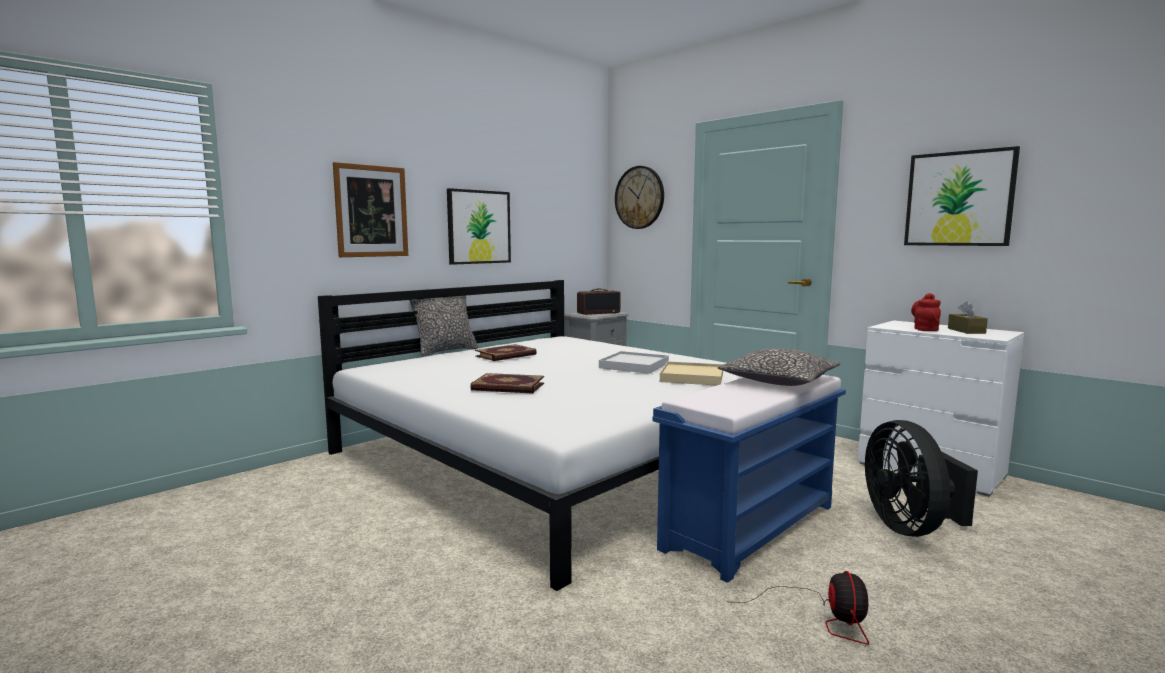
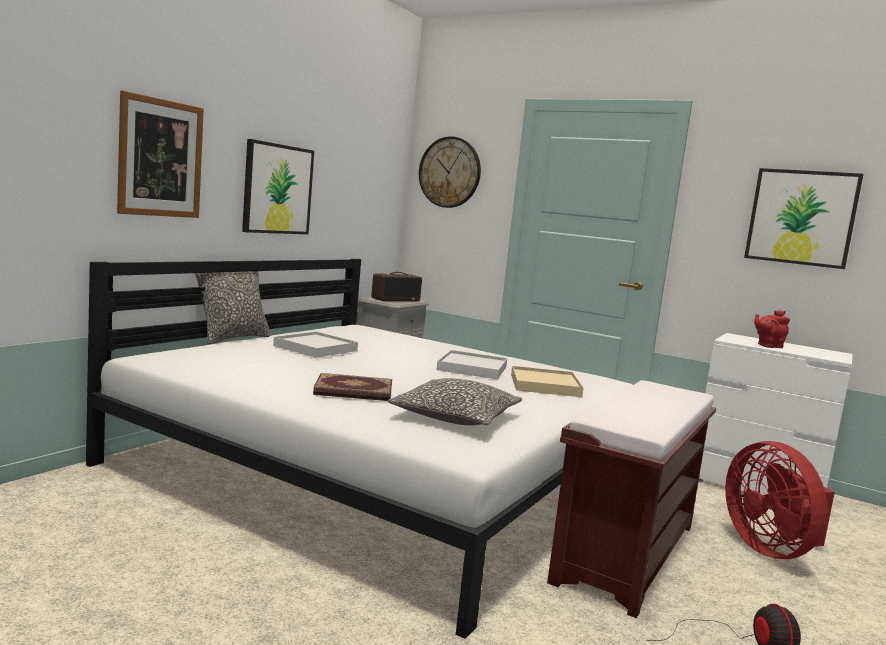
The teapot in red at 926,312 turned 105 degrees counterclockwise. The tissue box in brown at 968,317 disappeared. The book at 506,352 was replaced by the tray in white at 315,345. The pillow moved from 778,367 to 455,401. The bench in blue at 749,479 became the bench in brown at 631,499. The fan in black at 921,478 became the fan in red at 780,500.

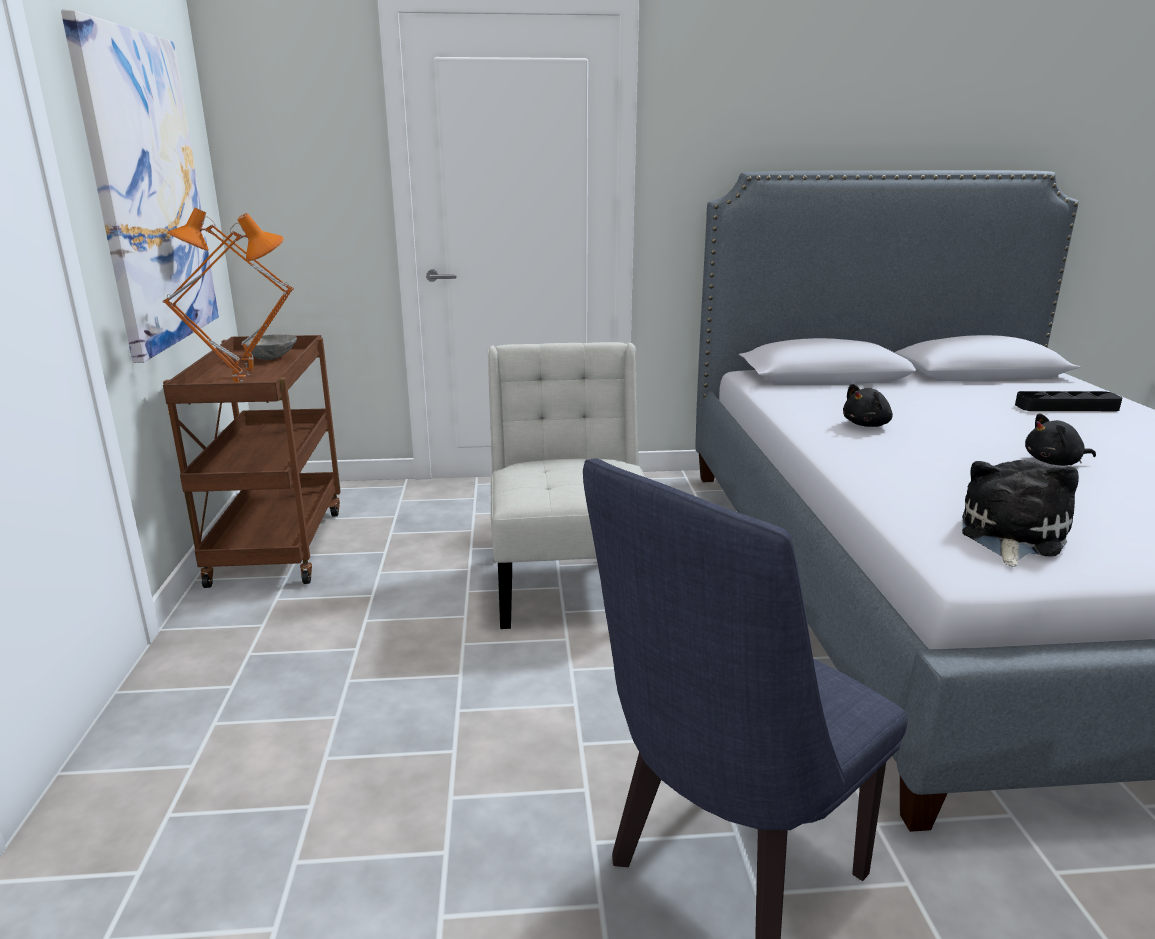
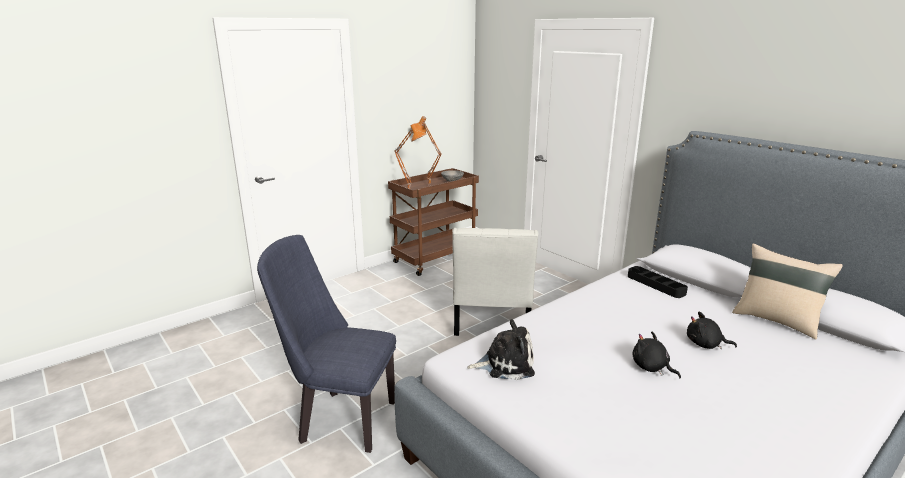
The picture at 140,186 disappeared. The chair in white at 566,485 turned 135 degrees clockwise. The plush toy in black moved from 868,405 to 712,330. The tray in black moved from 1068,401 to 658,282. The pillow in beige at 787,291 appeared.

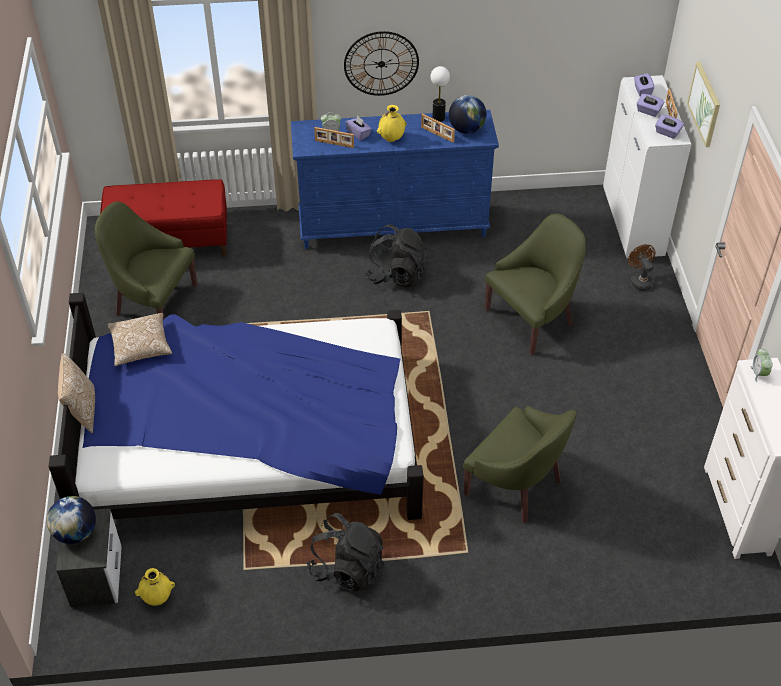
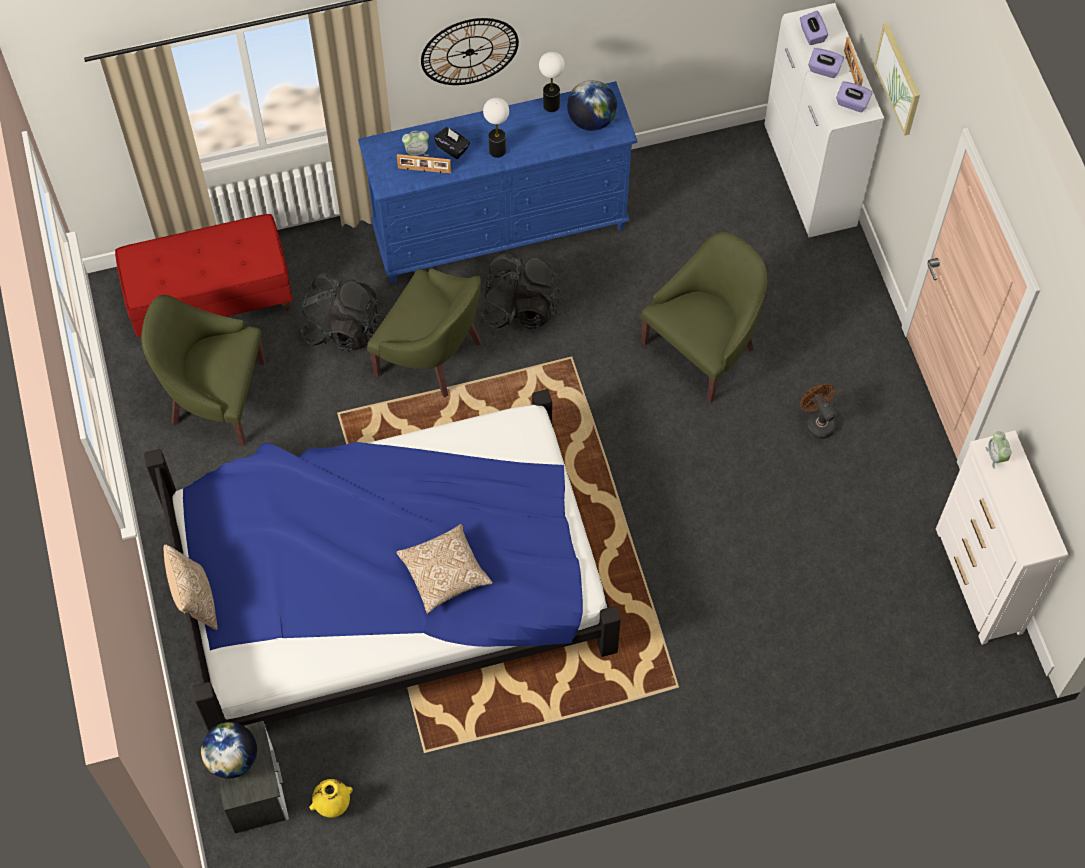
The vase in yellow at 392,123 was replaced by the table lamp at 496,127. The picture frame at 438,128 disappeared. The tissue box in purple at 358,128 became the tissue box in black at 452,143. The fan in brown moved from 641,267 to 818,411. The pillow moved from 139,339 to 444,569. The armchair in green moved from 519,464 to 424,333. The backpack in black moved from 345,552 to 340,312.

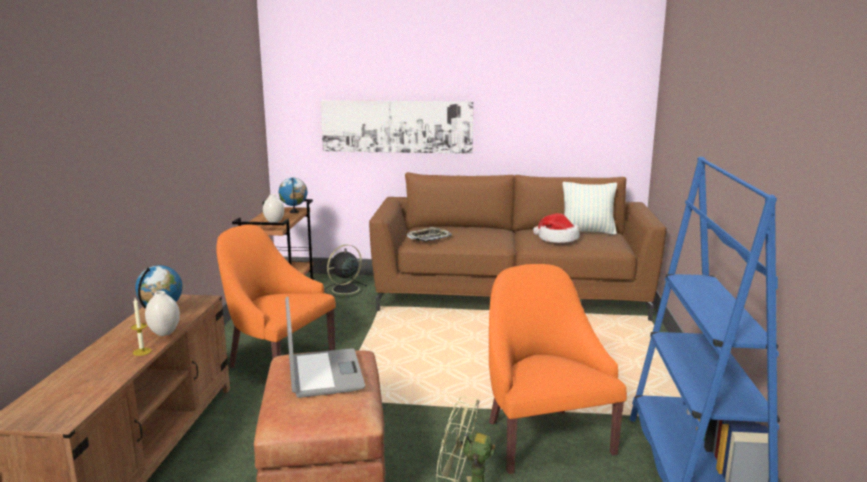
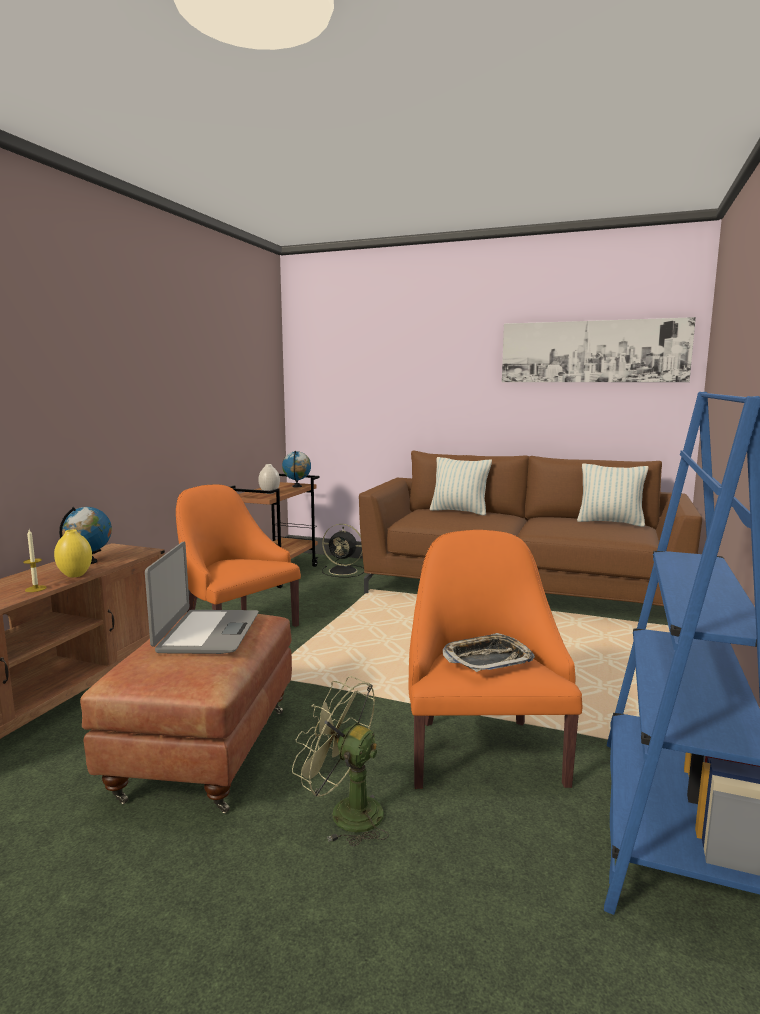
The picture moved from 397,127 to 599,349. The hat at 556,228 disappeared. The tray moved from 429,234 to 489,652. The fan in black at 346,271 turned 135 degrees counterclockwise. The vase in white at 162,313 became the vase in yellow at 73,553. The pillow at 461,486 appeared.

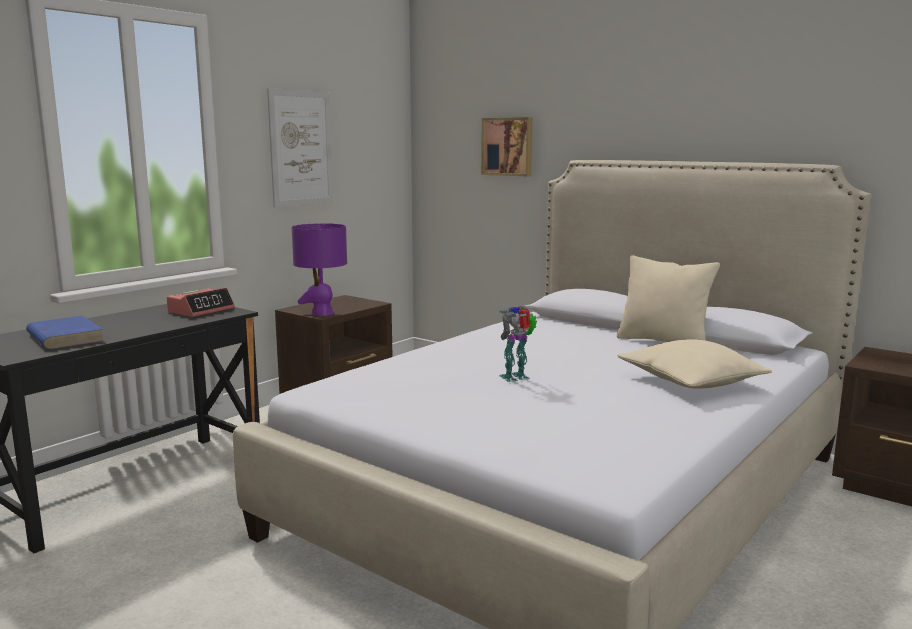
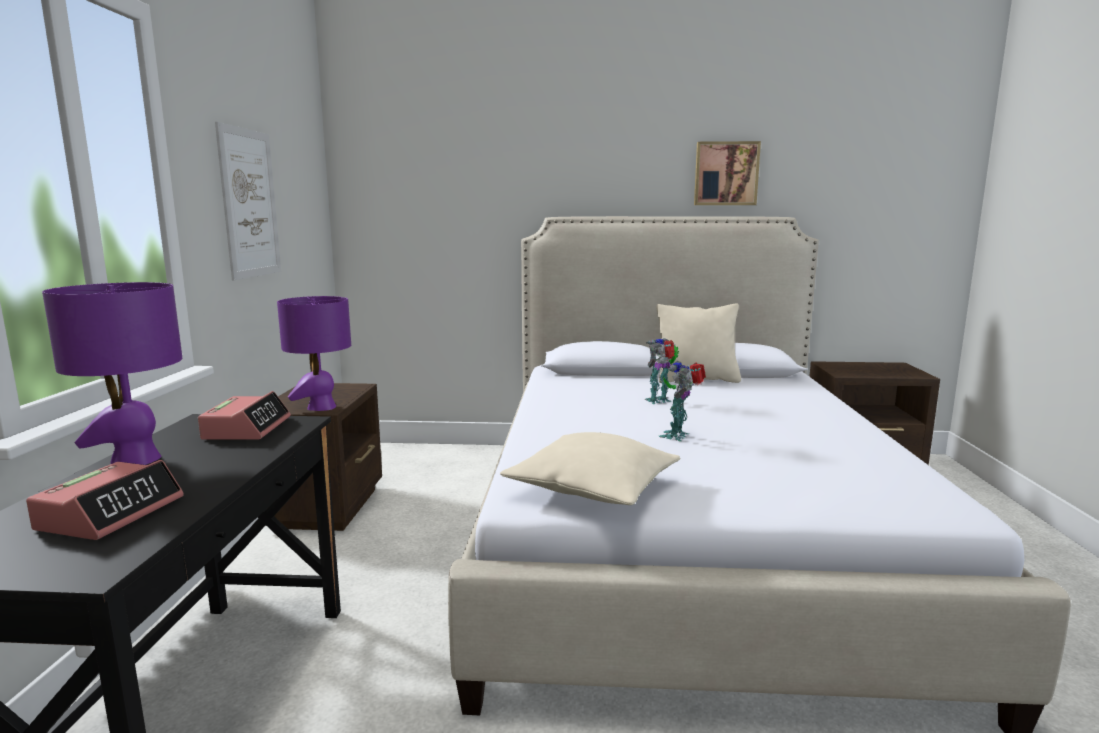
The picture moved from 507,146 to 727,173. The book in blue at 65,332 was replaced by the alarm clock at 105,500. The pillow in beige moved from 694,364 to 590,468. The table lamp in purple at 112,373 appeared. The toy robot at 662,371 appeared.

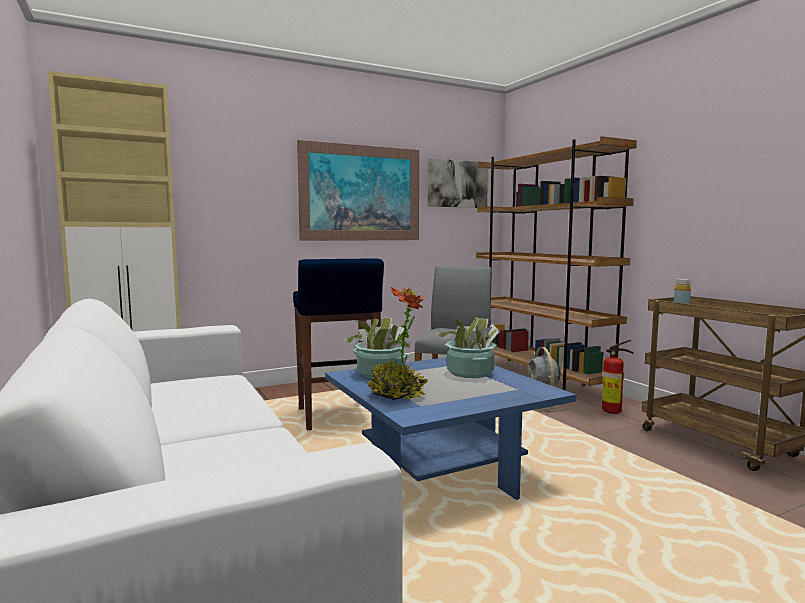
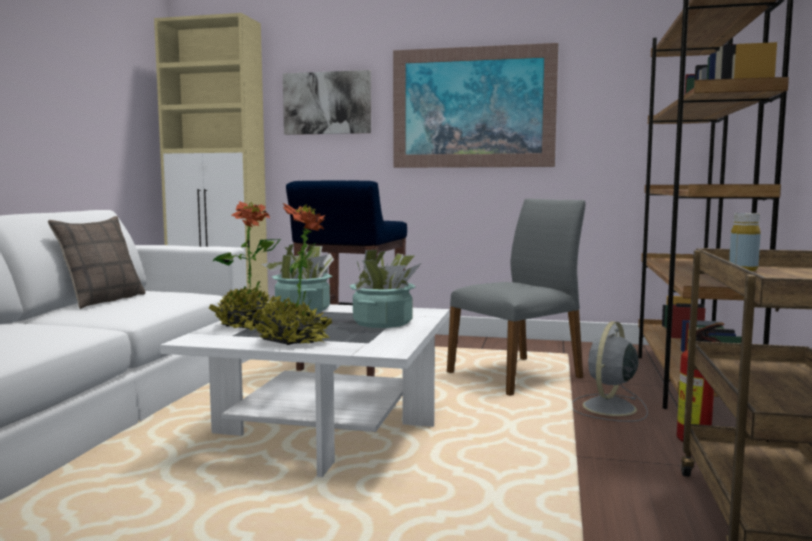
The picture moved from 458,183 to 327,102. The coffee table in blue at 450,428 became the coffee table in white at 305,389. The potted plant at 293,274 appeared. The pillow at 97,262 appeared.

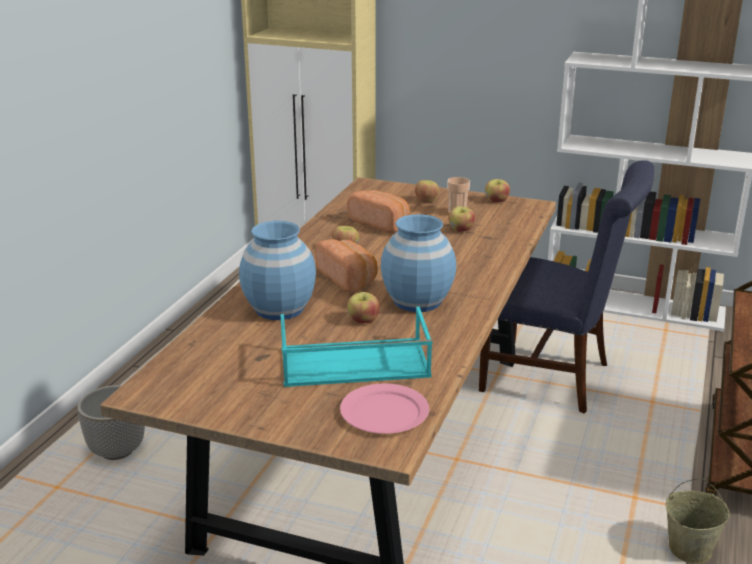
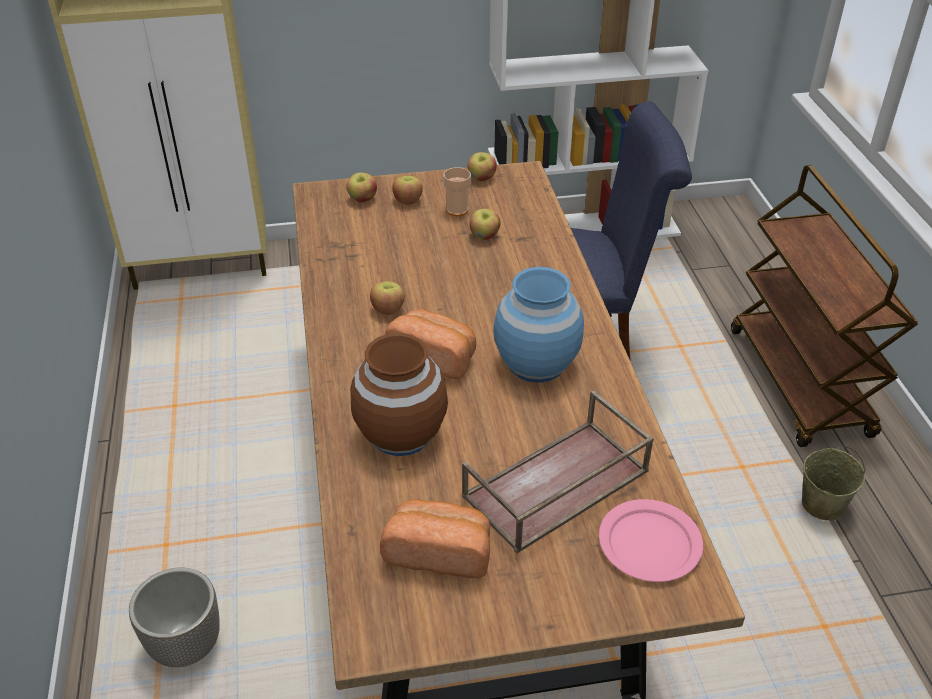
The bread moved from 378,211 to 435,538. The vase in blue at 277,270 became the vase in brown at 399,394. The apple moved from 363,307 to 361,187. The tray in turquoise at 356,347 became the tray in brown at 558,471.

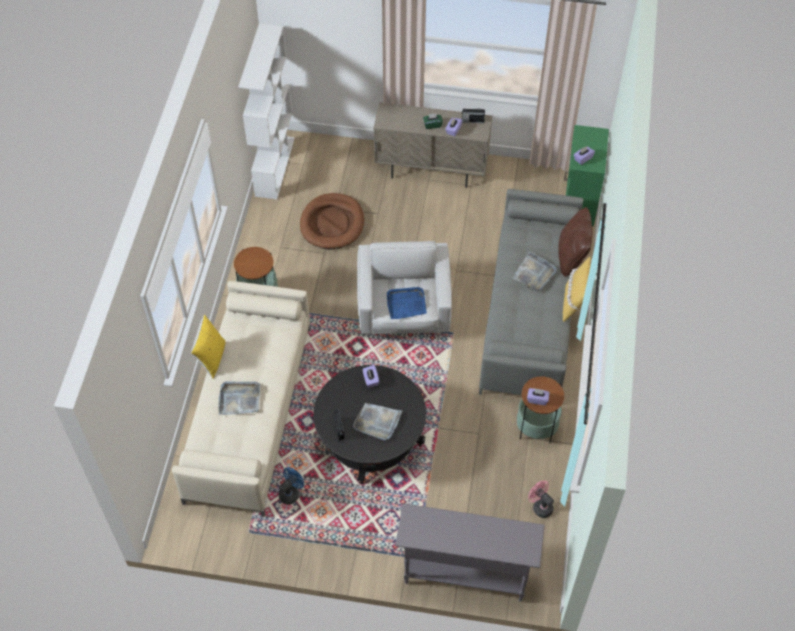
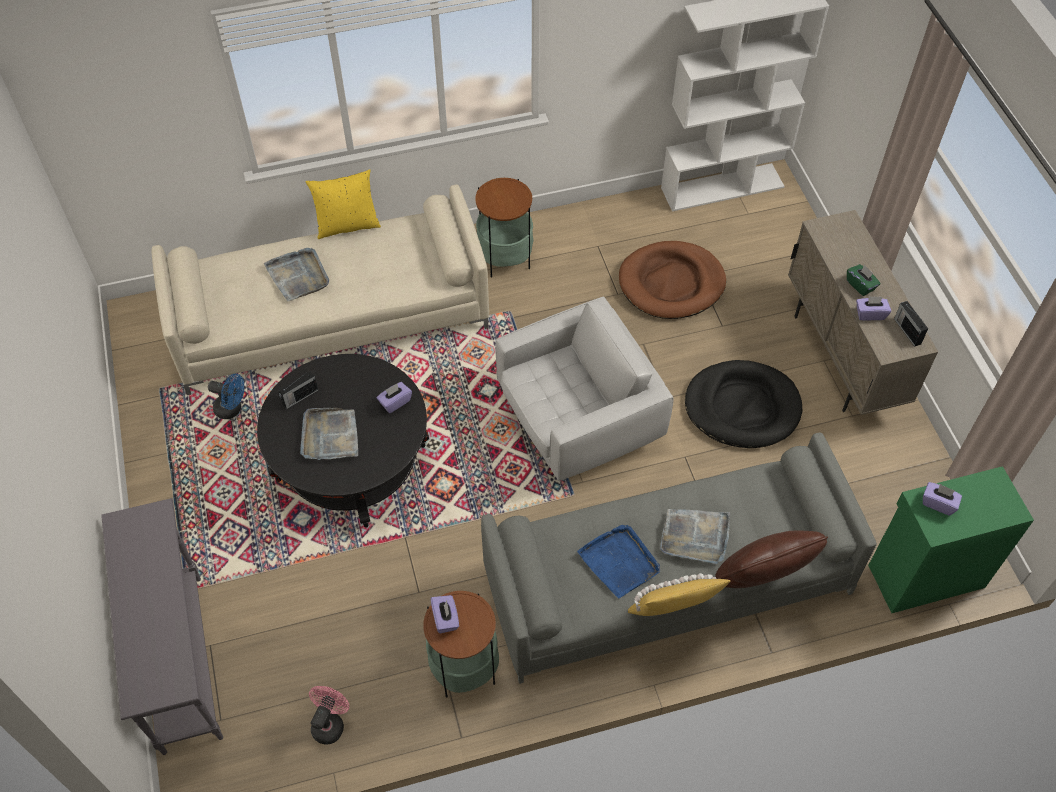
The tray in blue moved from 407,303 to 618,561. The dog bed in black at 744,404 appeared.

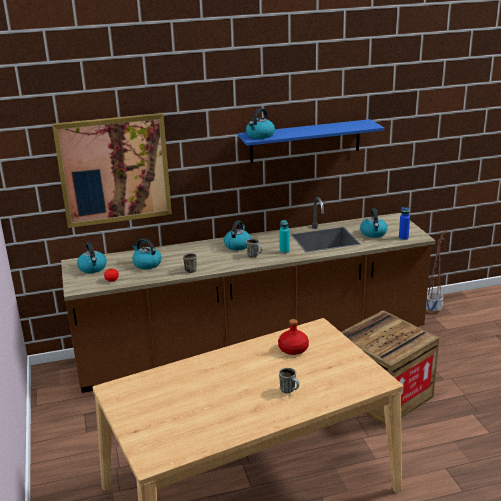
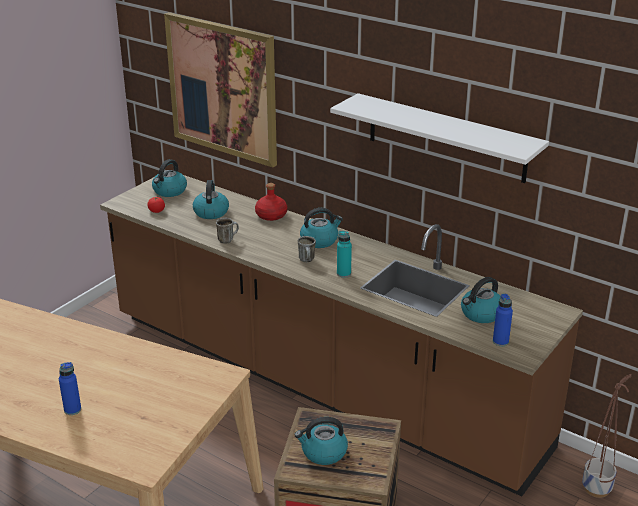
The kettle moved from 260,123 to 321,441. The shelf in blue at 311,141 became the shelf in white at 439,138. The bottle in red moved from 293,337 to 271,202. The mug at 289,380 was replaced by the bottle in blue at 70,388.

